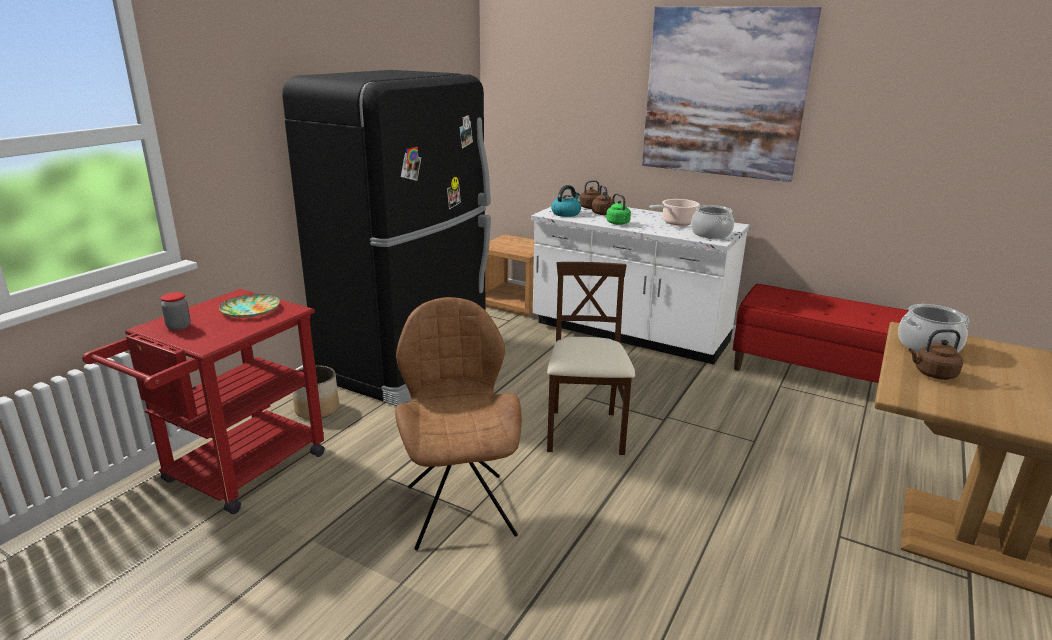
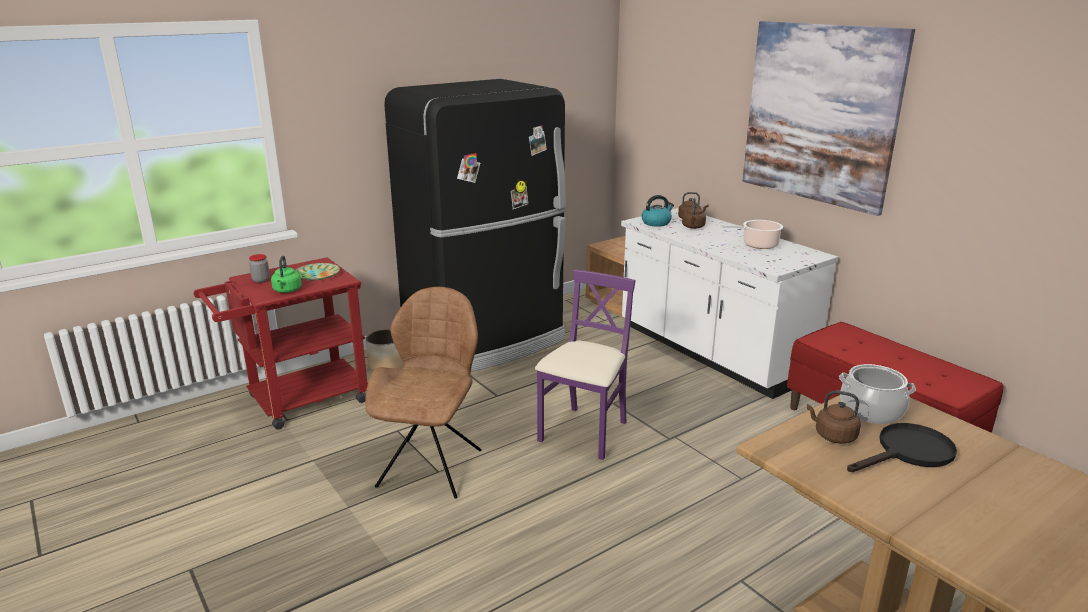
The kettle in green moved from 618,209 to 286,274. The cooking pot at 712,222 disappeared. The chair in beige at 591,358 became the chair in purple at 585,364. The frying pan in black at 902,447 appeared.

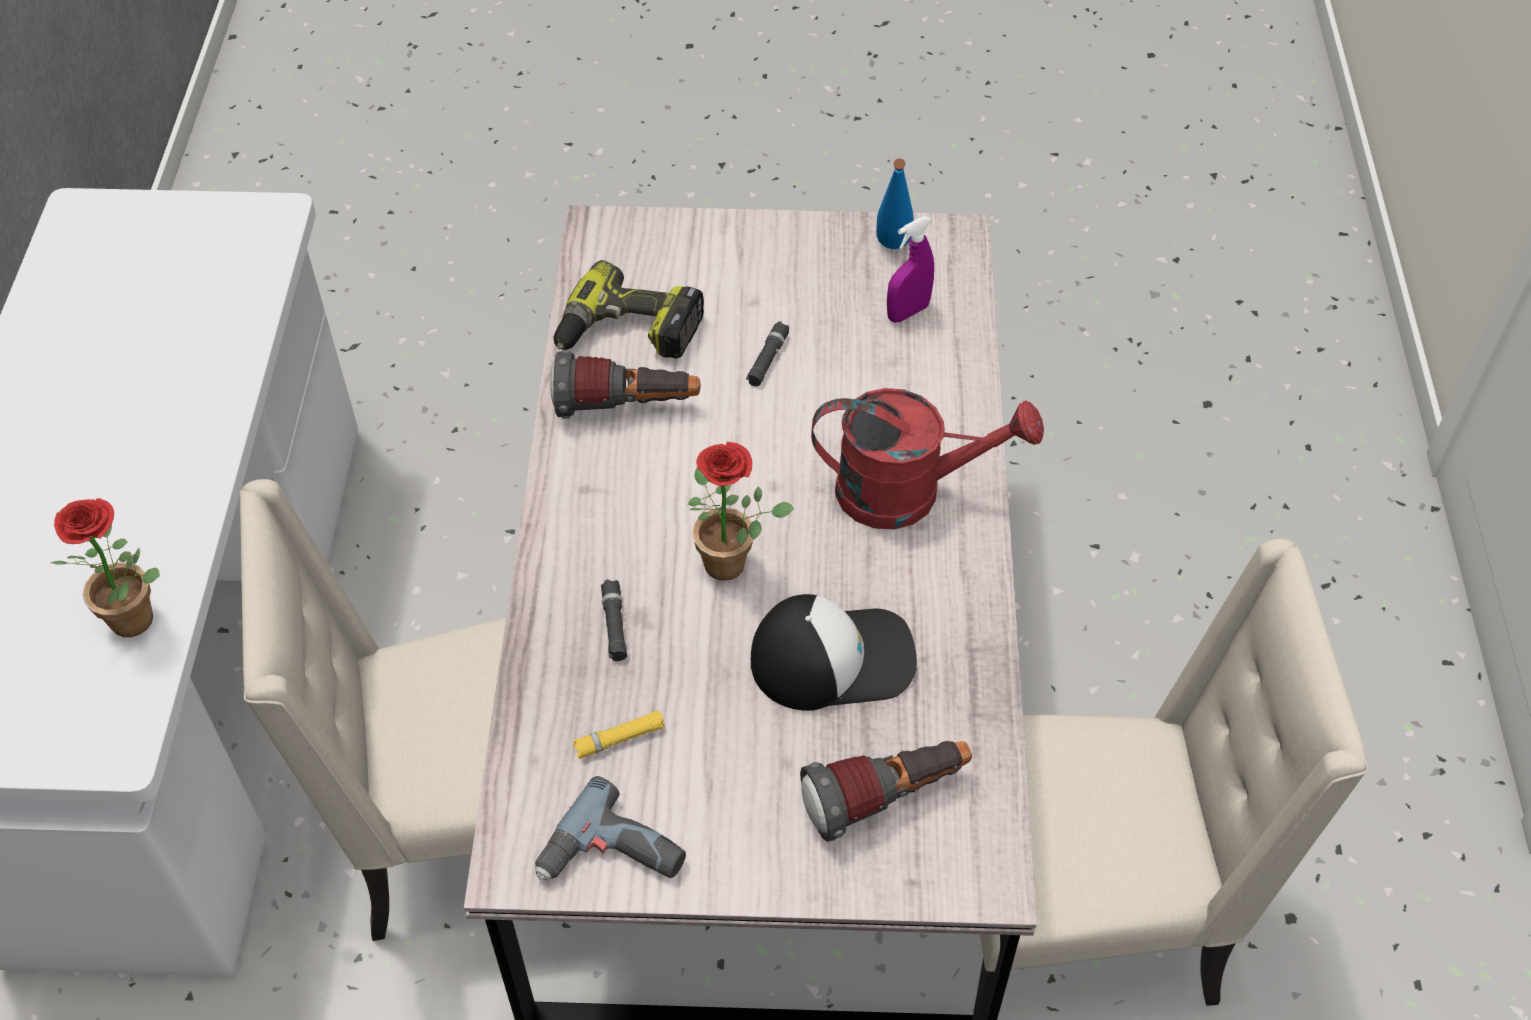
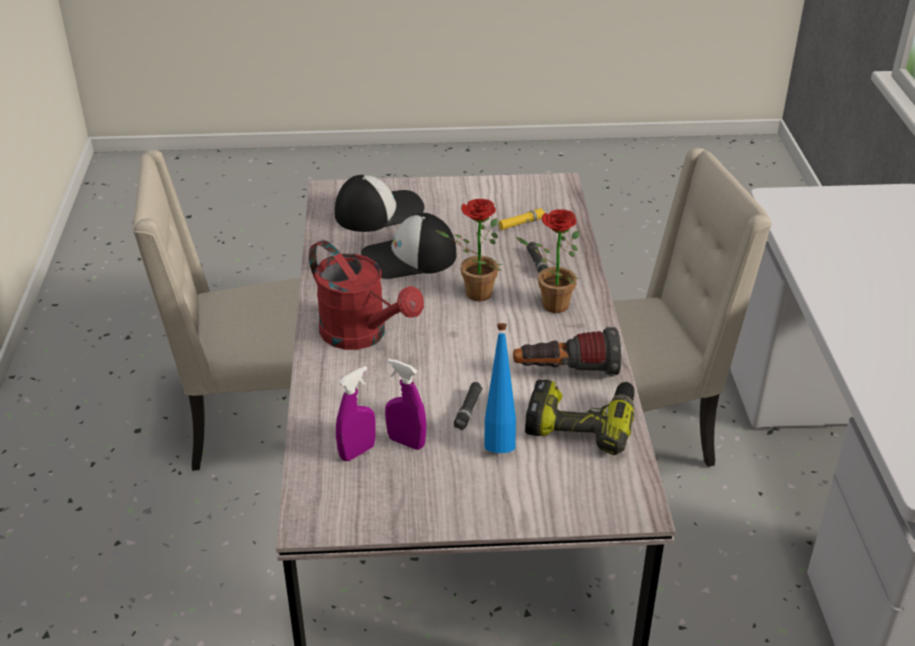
The bottle in blue moved from 895,203 to 500,388. The watering can in red at 927,459 turned 135 degrees counterclockwise. The potted plant moved from 105,567 to 548,261. The flashlight at 886,791 was replaced by the cap at 380,203. The power drill at 610,828 disappeared. The spray bottle in purple at 406,404 appeared.

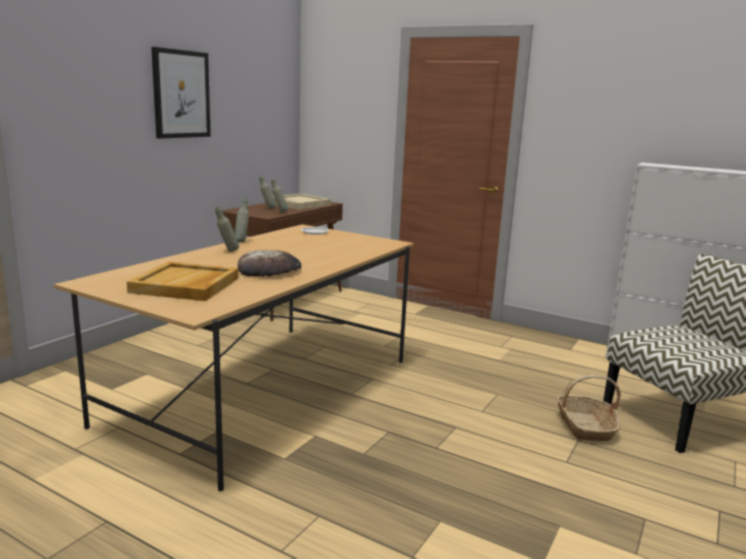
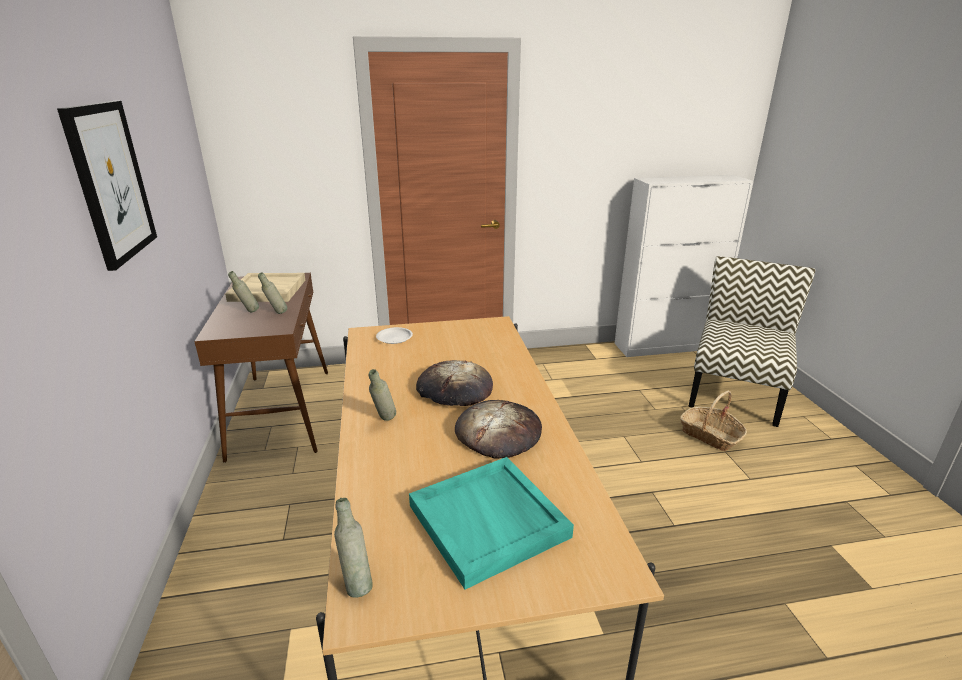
The bottle in grey moved from 242,220 to 353,548. The tray in beige at 182,281 became the tray in turquoise at 491,523. The bread at 454,383 appeared.

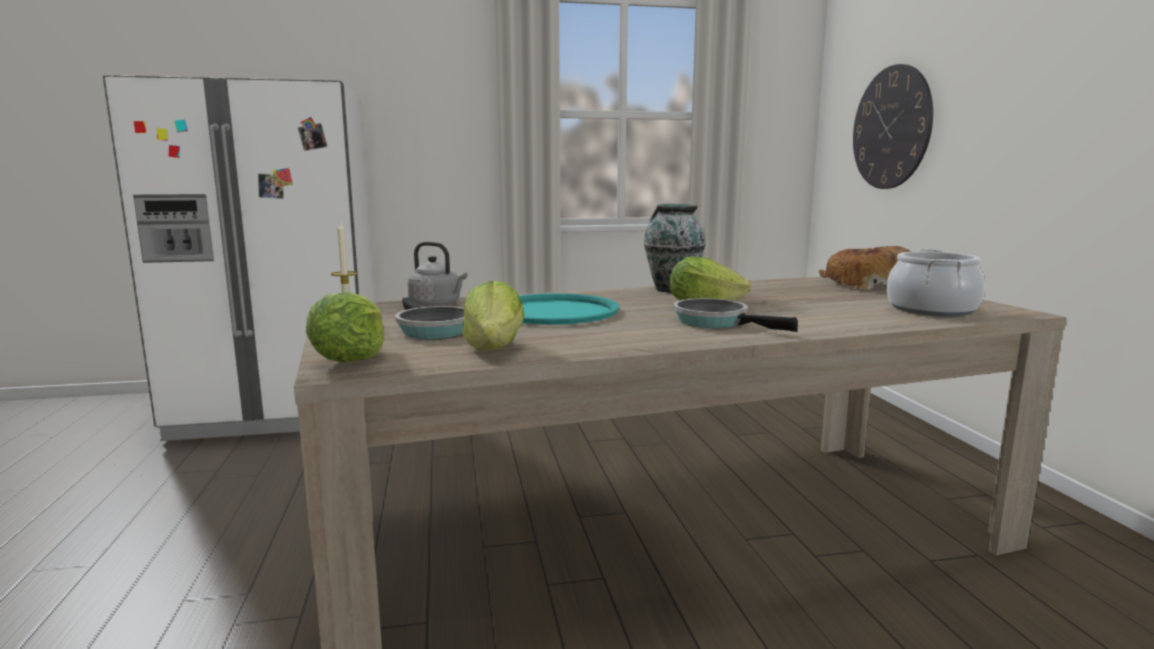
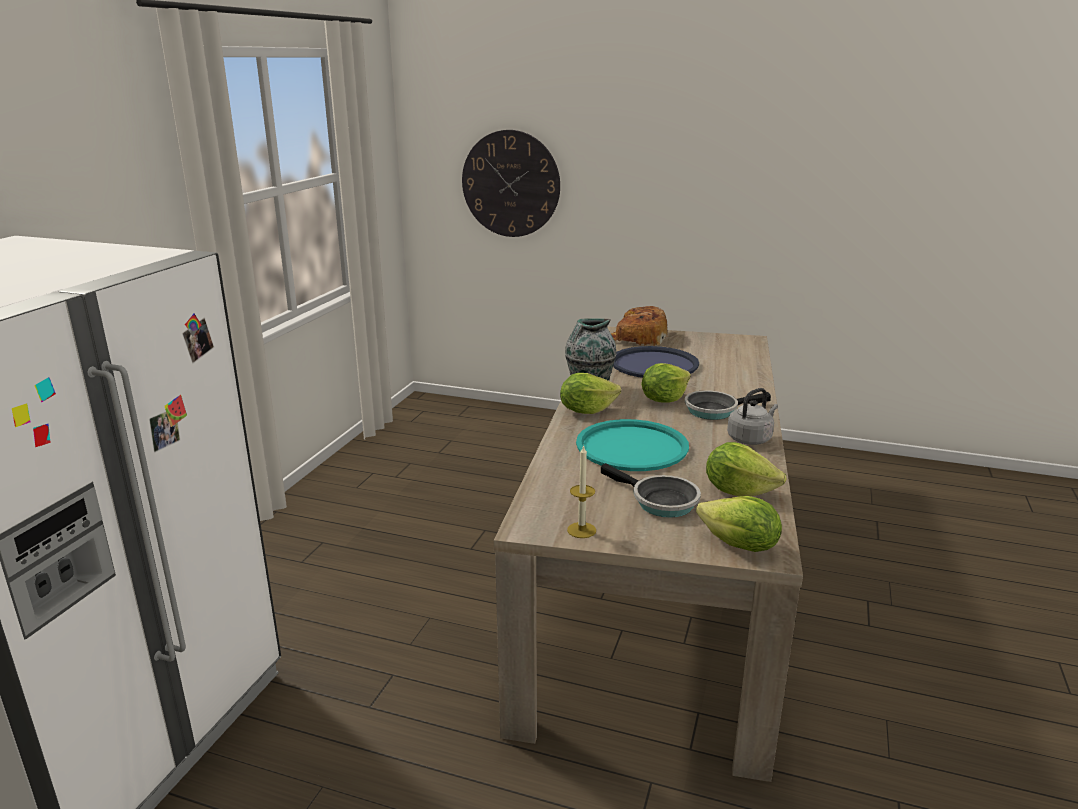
The kettle in grey moved from 437,274 to 752,416. The cooking pot at 936,282 disappeared. The frying pan at 429,318 turned 45 degrees clockwise. The tray in blue at 656,362 appeared. The lettuce at 590,393 appeared.

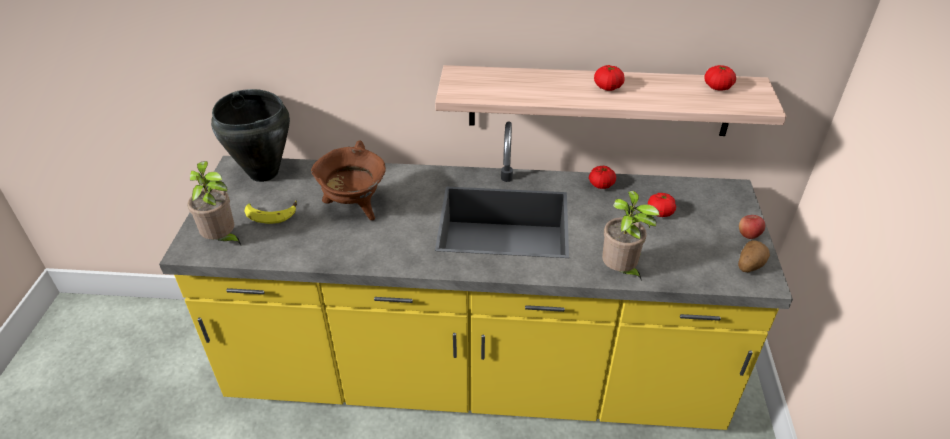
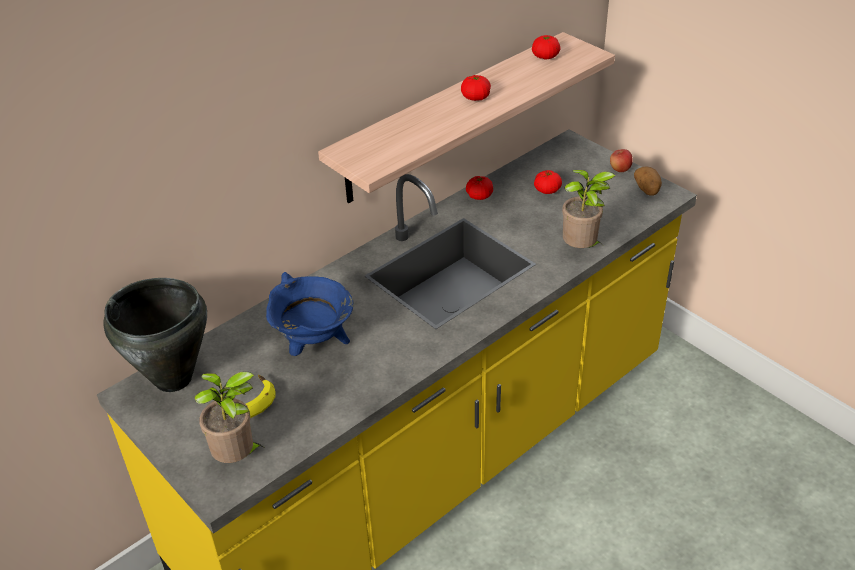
The cooking pot in brown at 348,180 became the cooking pot in blue at 309,314.

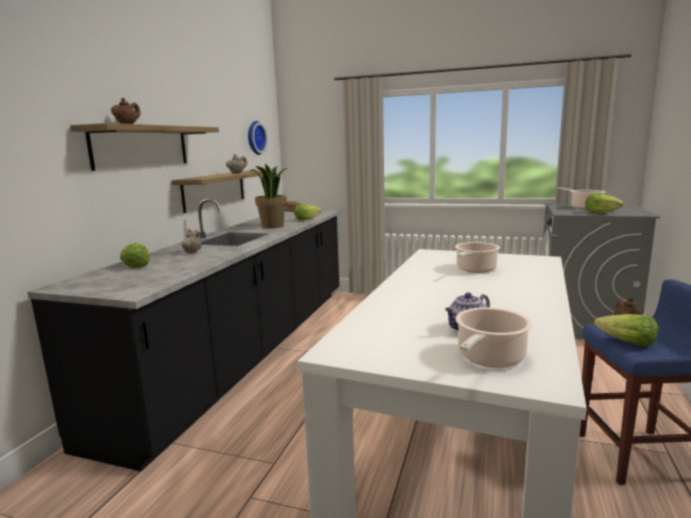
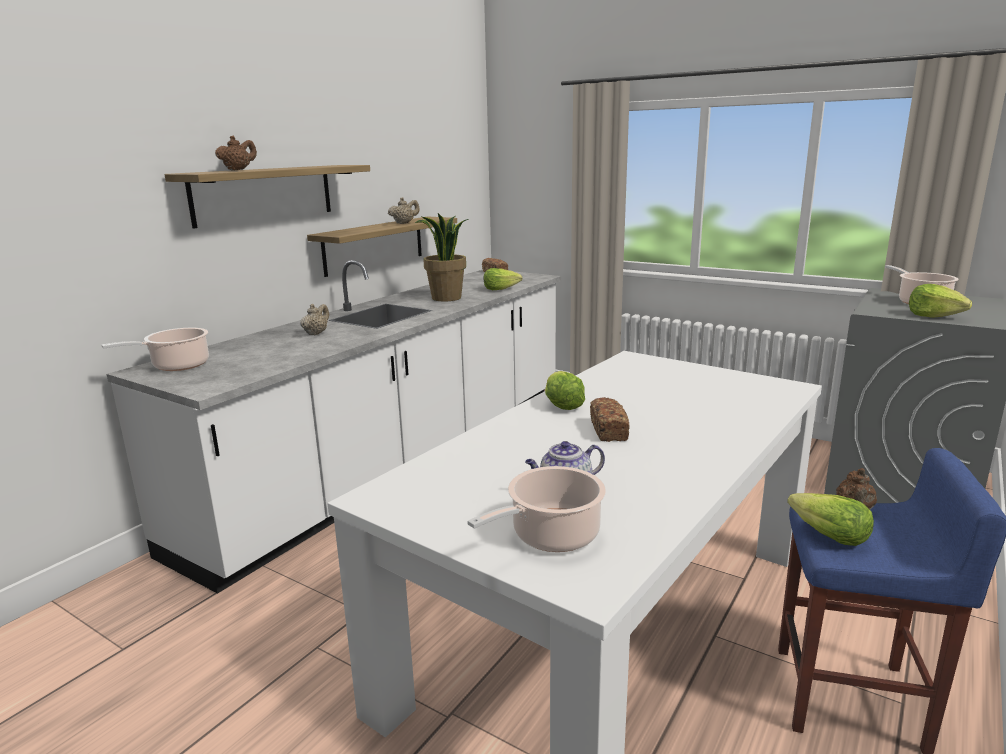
The wall clock at 258,138 disappeared. The counter in black at 184,335 became the counter in white at 334,427. The cooking pot moved from 477,257 to 155,349. The lettuce moved from 135,255 to 565,390. The bread at 610,419 appeared.

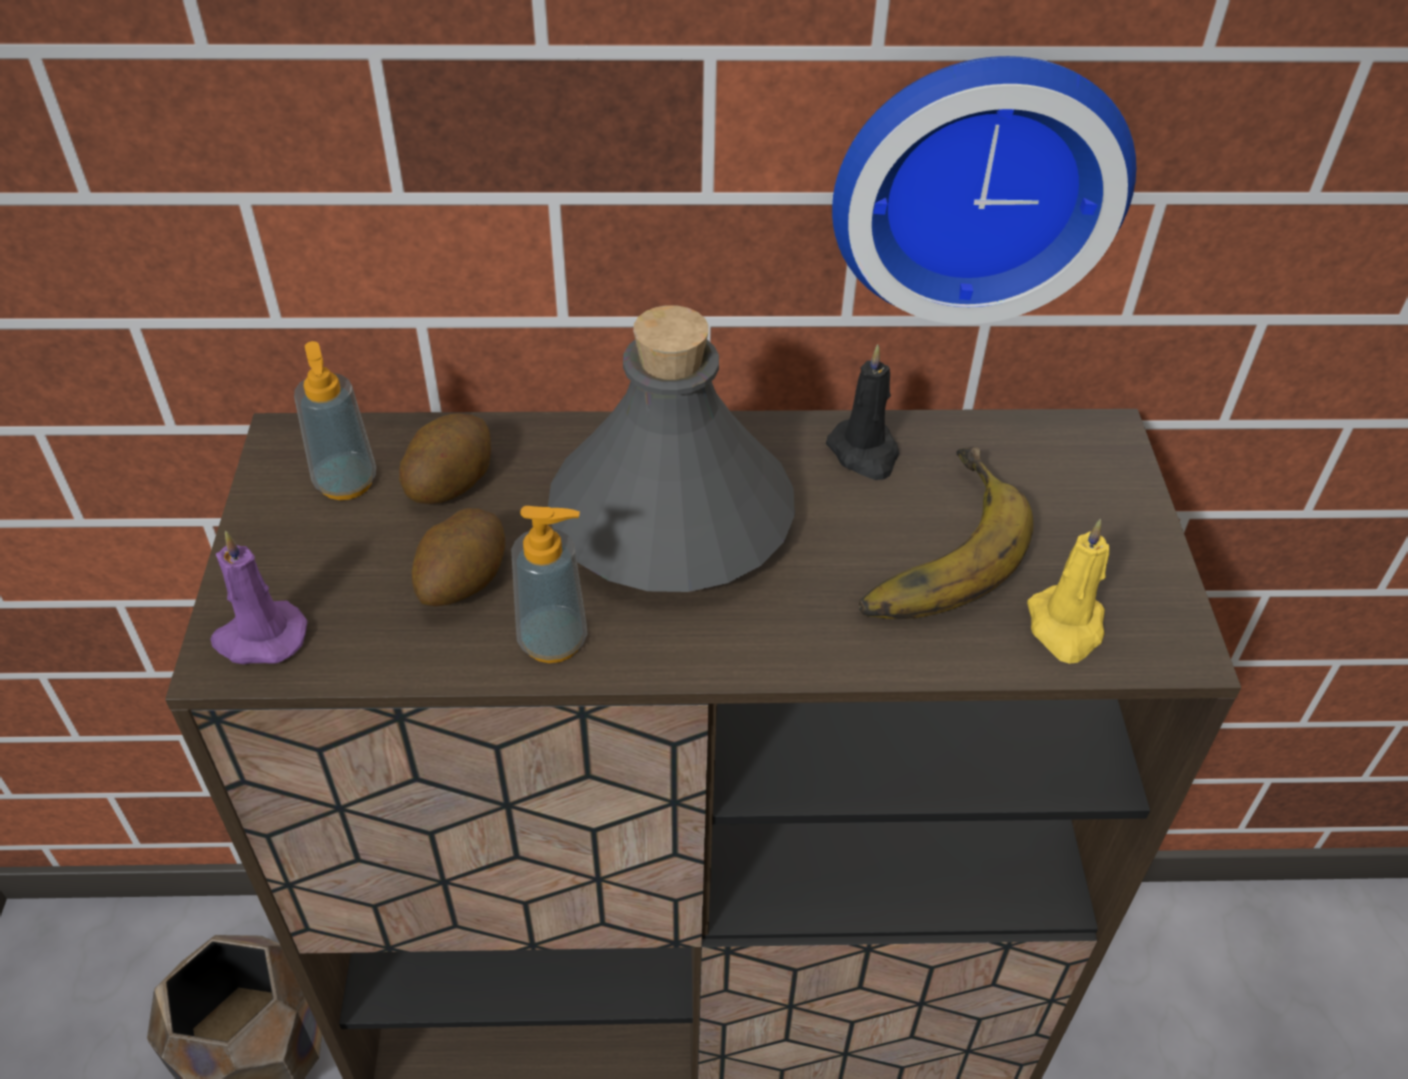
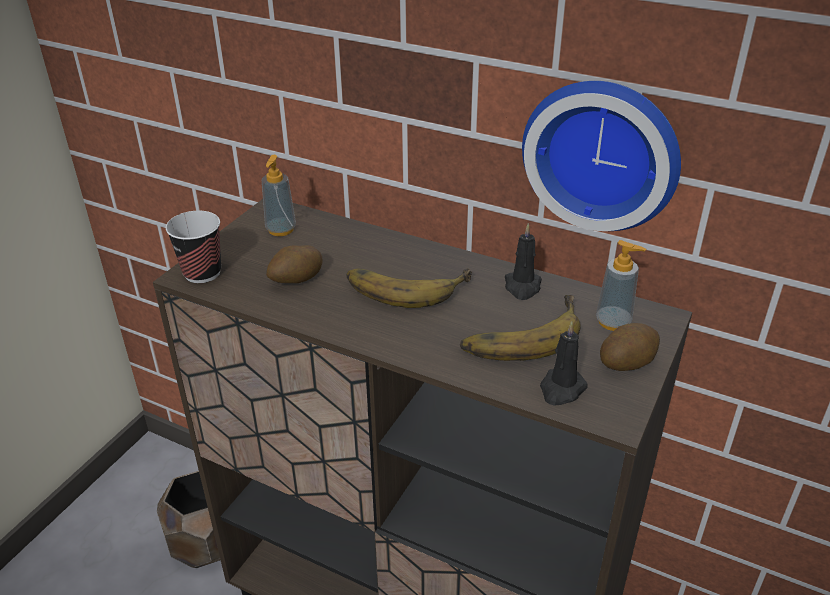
The bottle in grey at 671,448 was replaced by the banana at 409,288. The potato moved from 445,458 to 630,347. The soap dispenser moved from 549,584 to 621,285. The candle in yellow at 1068,591 became the candle in black at 564,363. The candle in purple at 258,597 was replaced by the cup at 193,247.

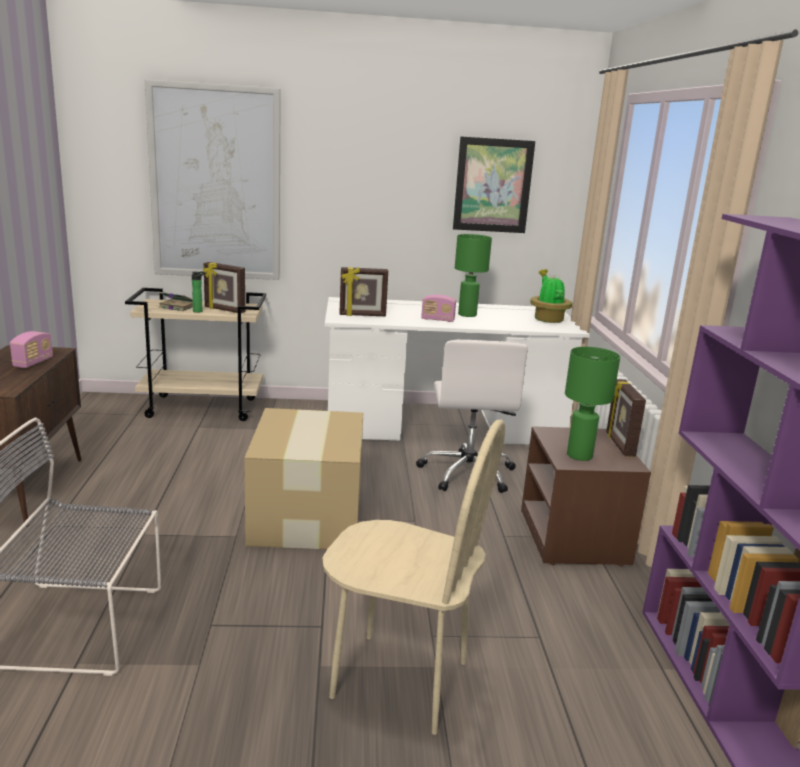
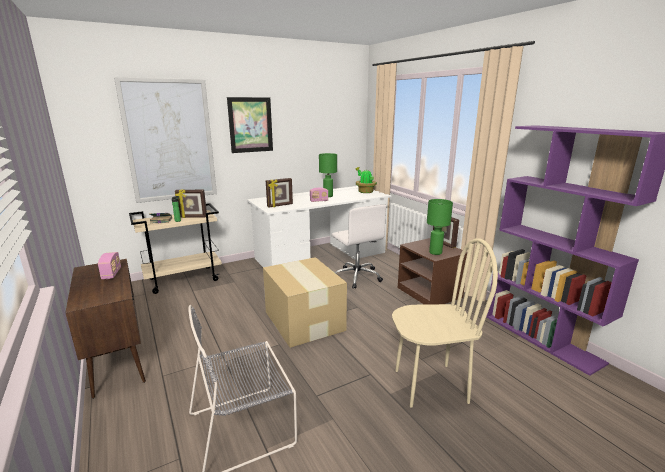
The picture moved from 494,184 to 250,125.

